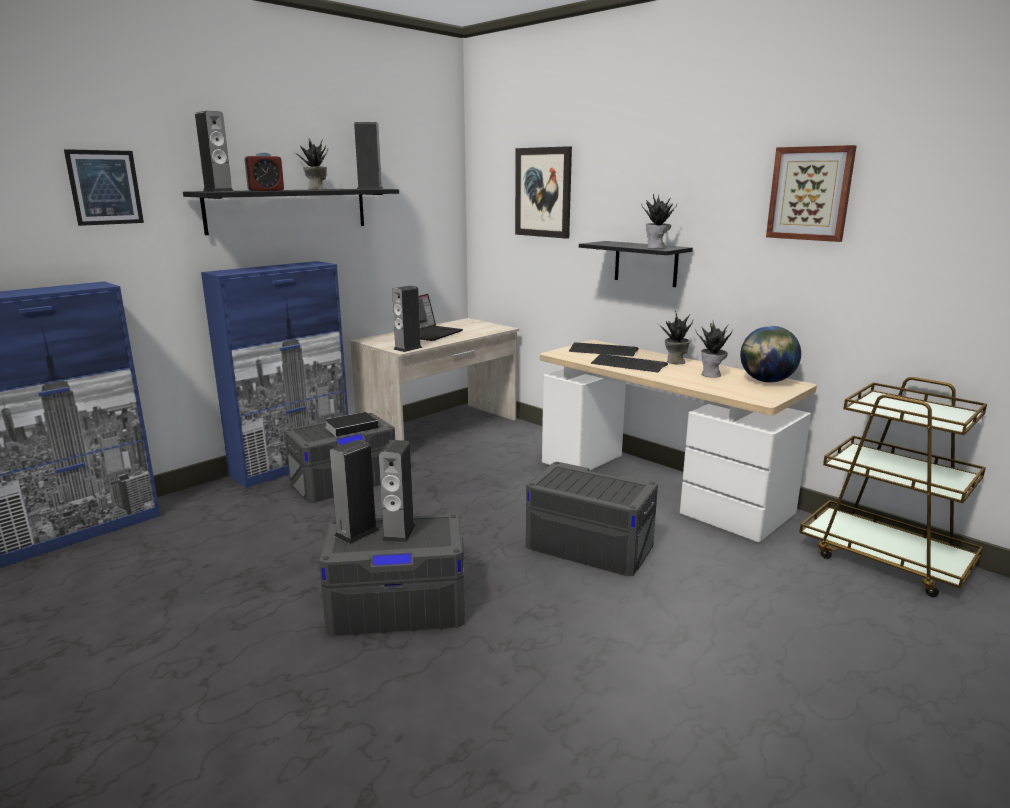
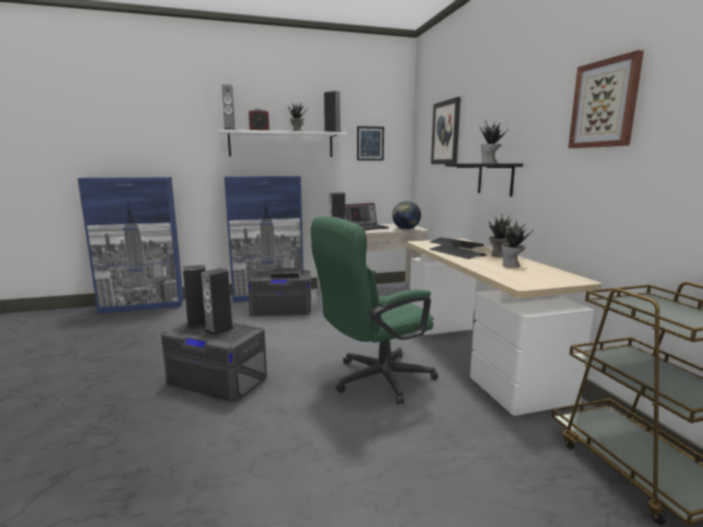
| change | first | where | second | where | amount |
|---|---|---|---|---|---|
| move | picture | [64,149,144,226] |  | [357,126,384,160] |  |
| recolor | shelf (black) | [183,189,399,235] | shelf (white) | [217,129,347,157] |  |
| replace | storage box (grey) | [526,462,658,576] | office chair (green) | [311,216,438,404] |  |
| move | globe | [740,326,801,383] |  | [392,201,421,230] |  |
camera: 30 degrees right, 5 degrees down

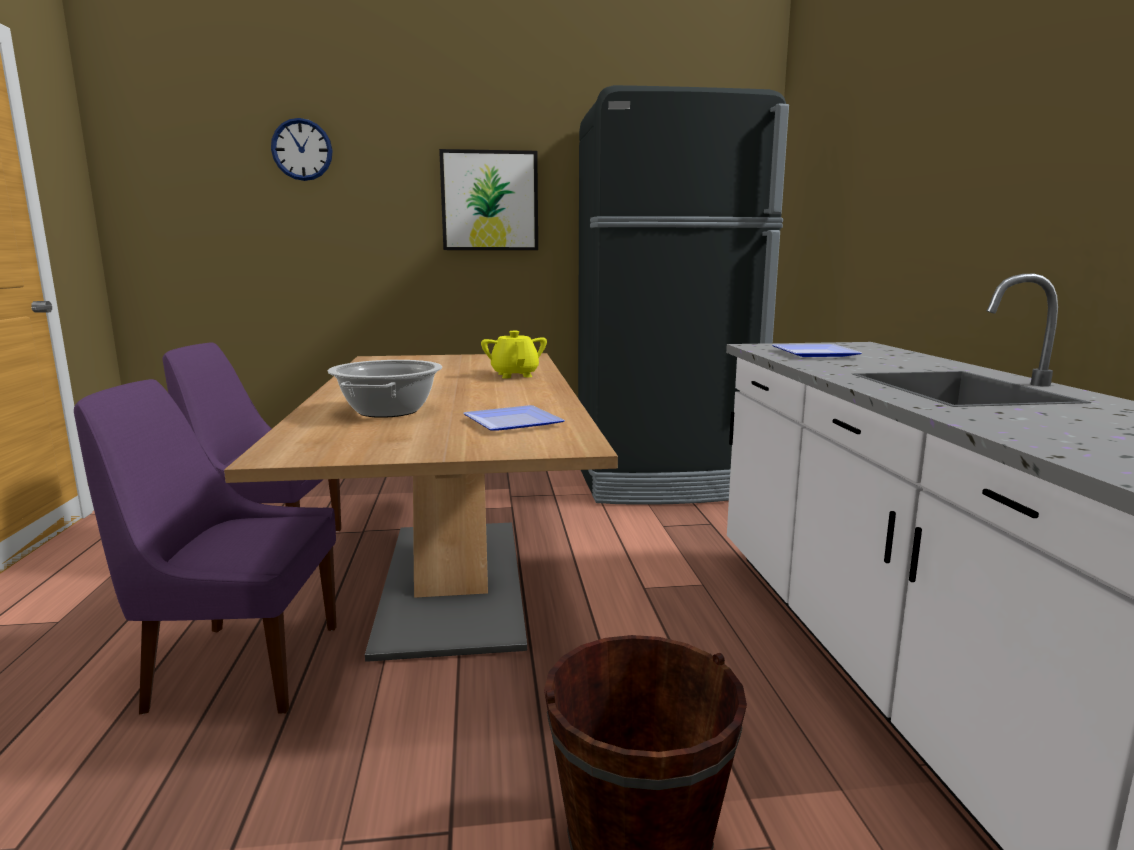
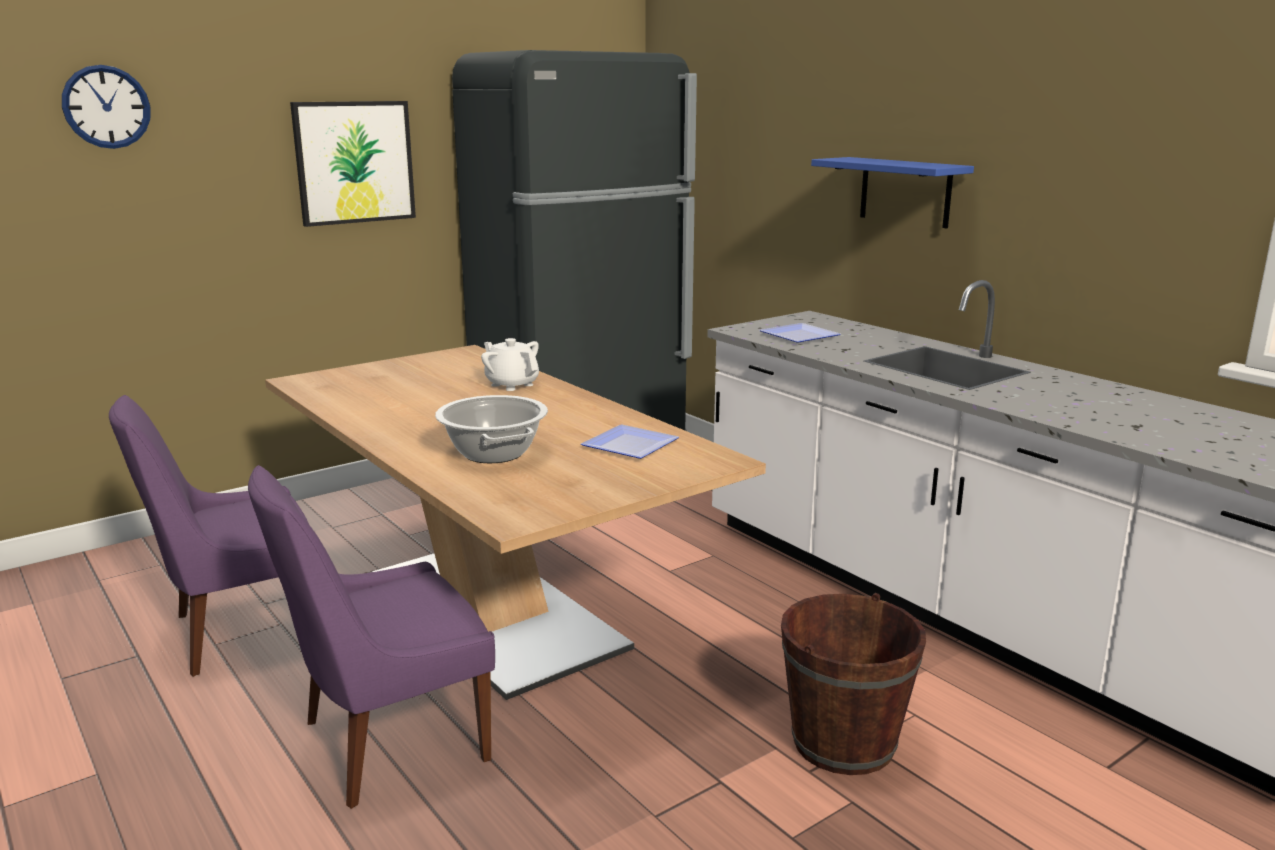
| change | first | where | second | where | amount |
|---|---|---|---|---|---|
| recolor | teapot (yellow) | [481,331,547,379] | teapot (white) | [481,338,539,391] |  |
| insert |  |  | shelf (blue) | [811,157,974,228] |  |
camera: 30 degrees left, 5 degrees up

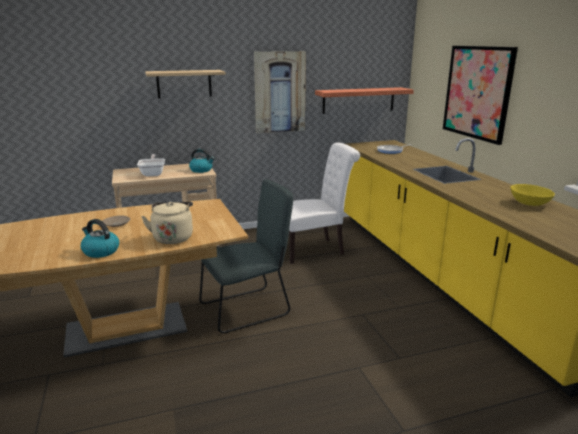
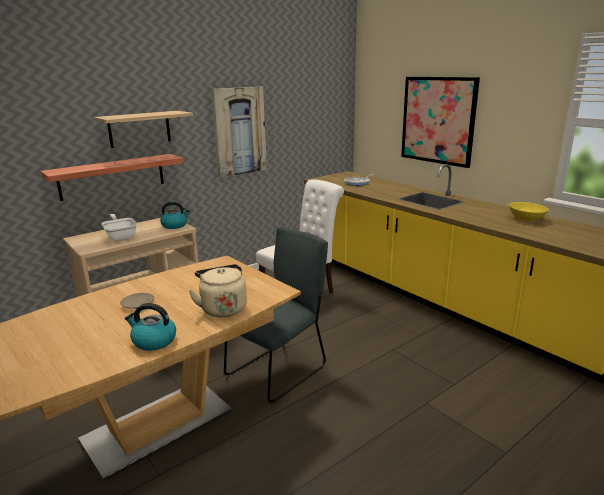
| change | first | where | second | where | amount |
|---|---|---|---|---|---|
| move | shelf | [315,87,414,114] |  | [40,154,183,201] |  |
camera: 20 degrees left, 0 degrees up

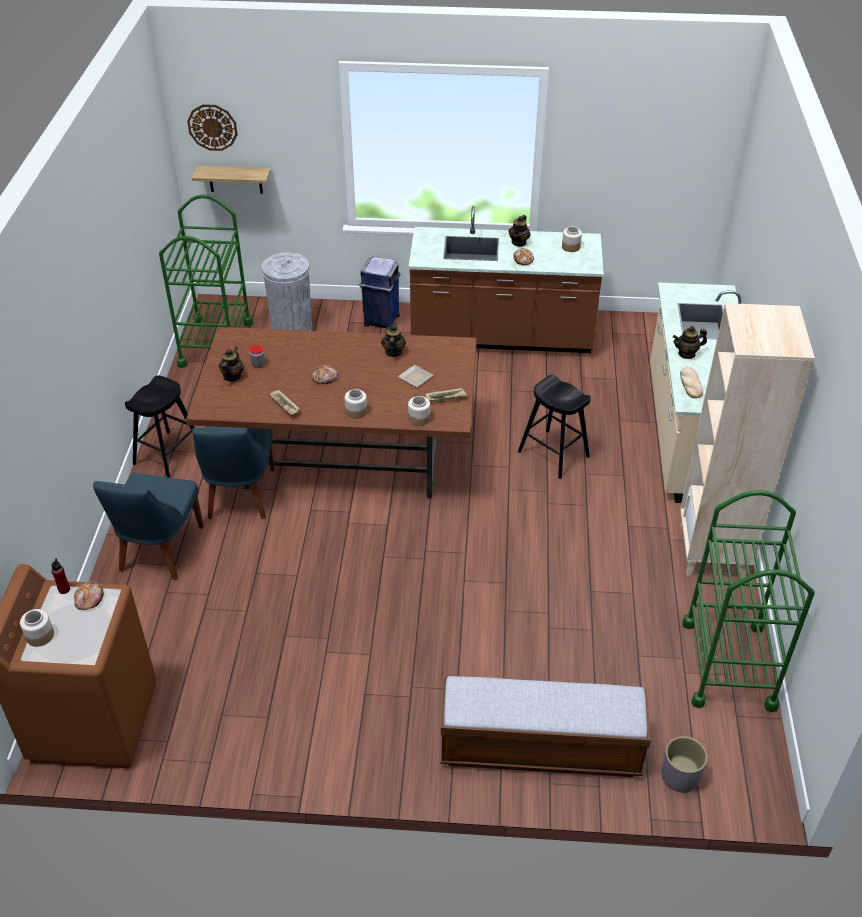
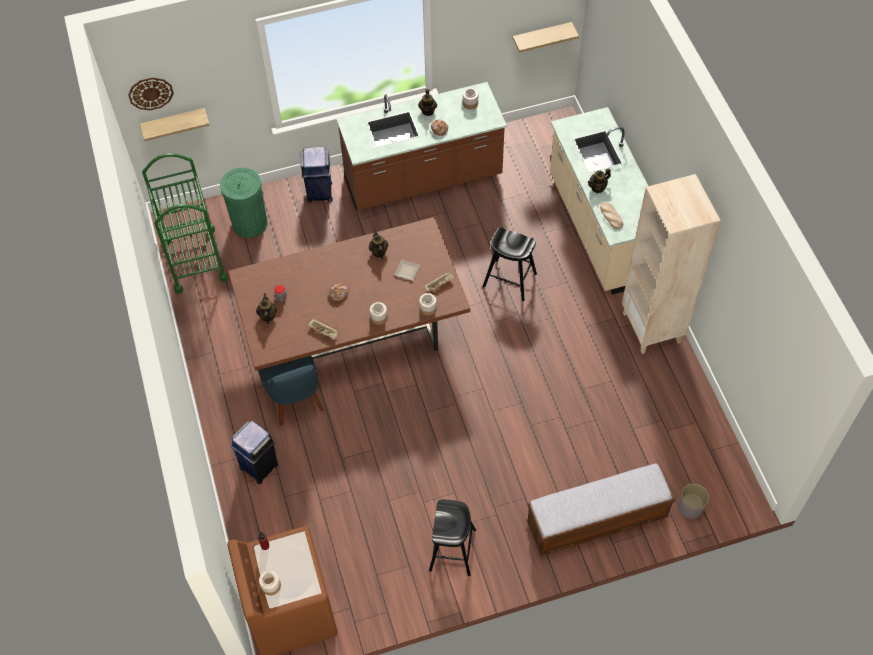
| change | first | where | second | where | amount |
|---|---|---|---|---|---|
| delete | bread | [74,581,104,610] |  |  |  |
| replace | chair (blue) | [93,473,204,580] | trash can (blue) | [231,421,278,484] |  |
| move | stool (black) | [125,376,195,478] |  | [429,499,476,576] |  |
| recolor | trash can (grey) | [262,252,312,331] | trash can (green) | [220,168,267,238] |  |
| delete | cart (green) | [682,490,814,712] |  |  |  |
| insert |  |  | shelf | [513,22,579,53] |  |
camera: 20 degrees left, 15 degrees up

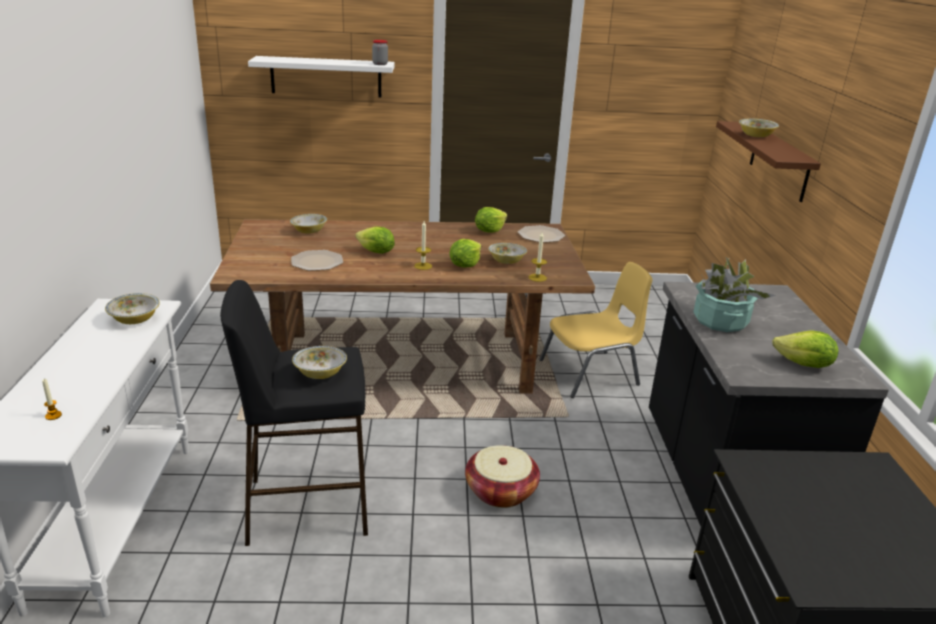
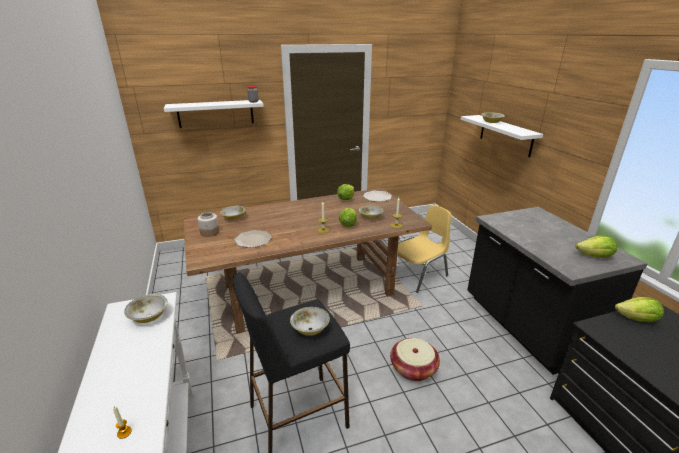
| change | first | where | second | where | amount |
|---|---|---|---|---|---|
| move | lettuce | [355,226,395,254] |  | [615,297,664,322] |  |
| delete | potted plant | [693,257,776,332] |  |  |  |
| recolor | shelf (brown) | [716,121,821,202] | shelf (white) | [460,115,543,158] |  |
| insert |  |  | jar | [198,212,219,237] |  |
camera: 15 degrees left, 0 degrees up

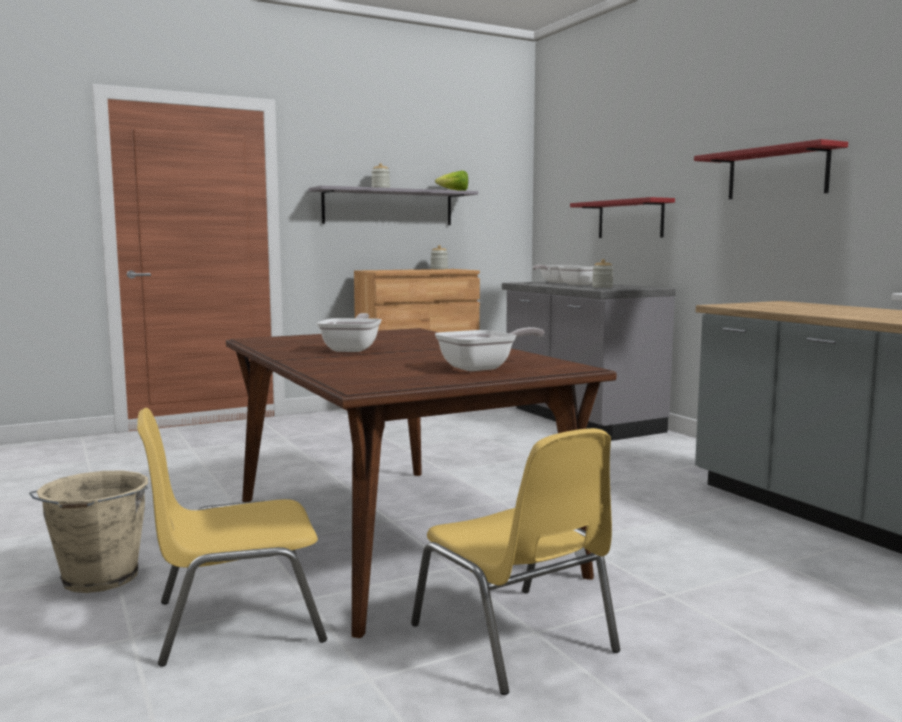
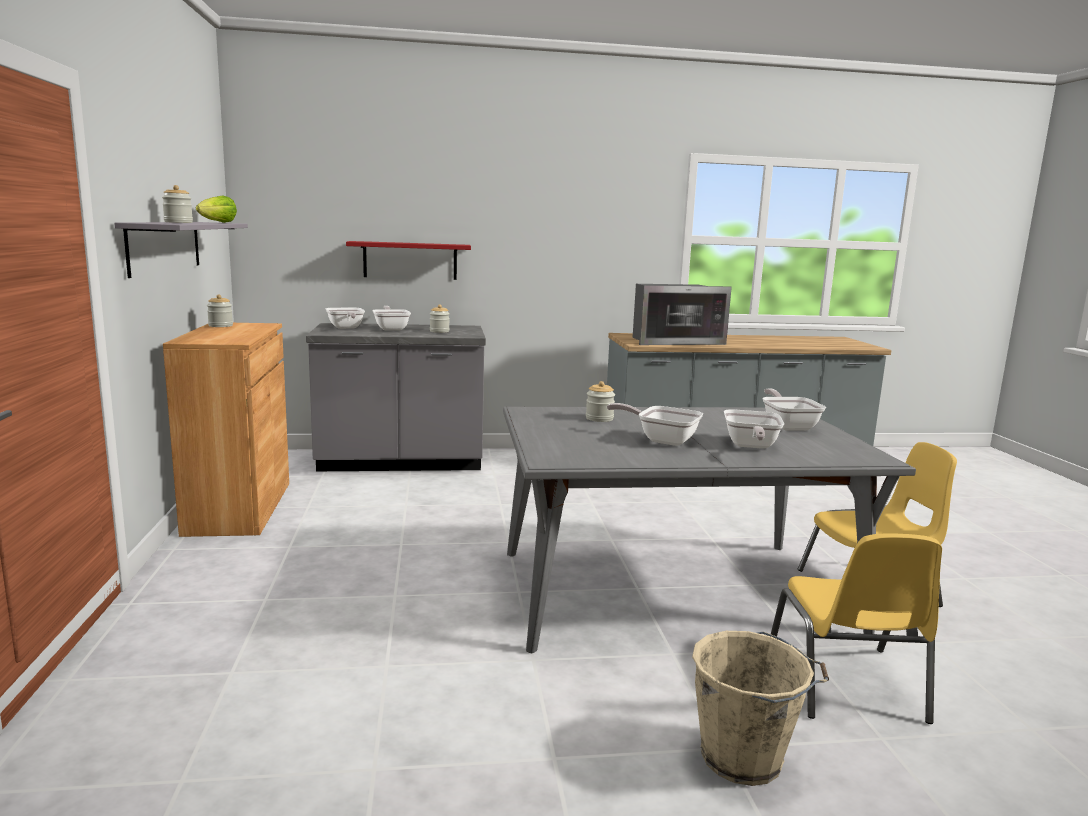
| change | first | where | second | where | amount |
|---|---|---|---|---|---|
| recolor | dining table (brown) | [226,328,616,638] | dining table (grey) | [503,407,916,653] |  |
| delete | shelf (red) | [694,139,848,199] |  |  |  |
| insert |  |  | jar | [586,381,615,422] |  |
| insert |  |  | microwave | [633,284,732,345] |  |
| insert |  |  | frying pan | [724,409,784,449] |  |
camera: 70 degrees left, 5 degrees up

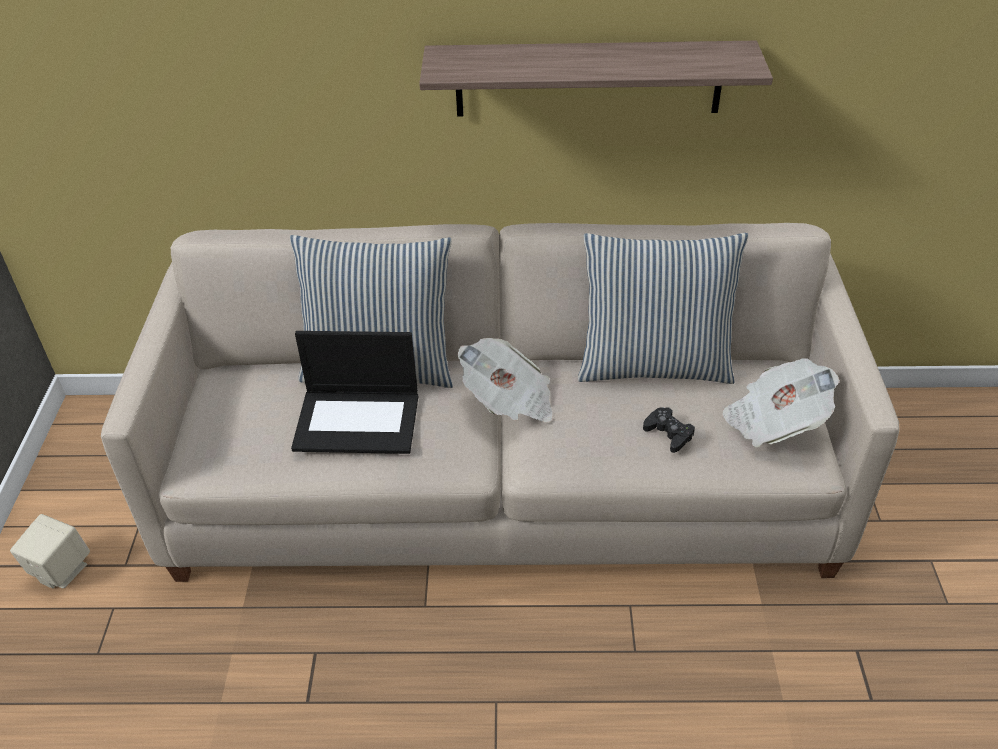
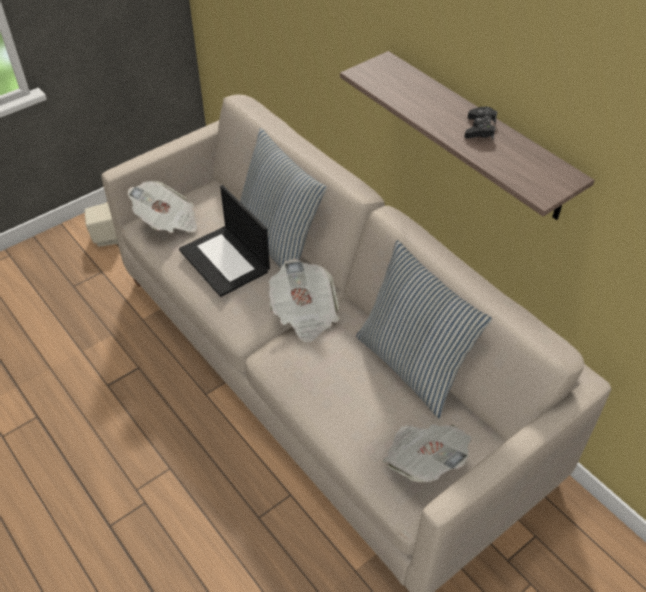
| change | first | where | second | where | amount |
|---|---|---|---|---|---|
| move | game controller (black) | [643,407,695,453] |  | [464,107,497,139] |  |
| insert |  |  | newspaper | [128,181,197,233] |  |
camera: 50 degrees right, 5 degrees up

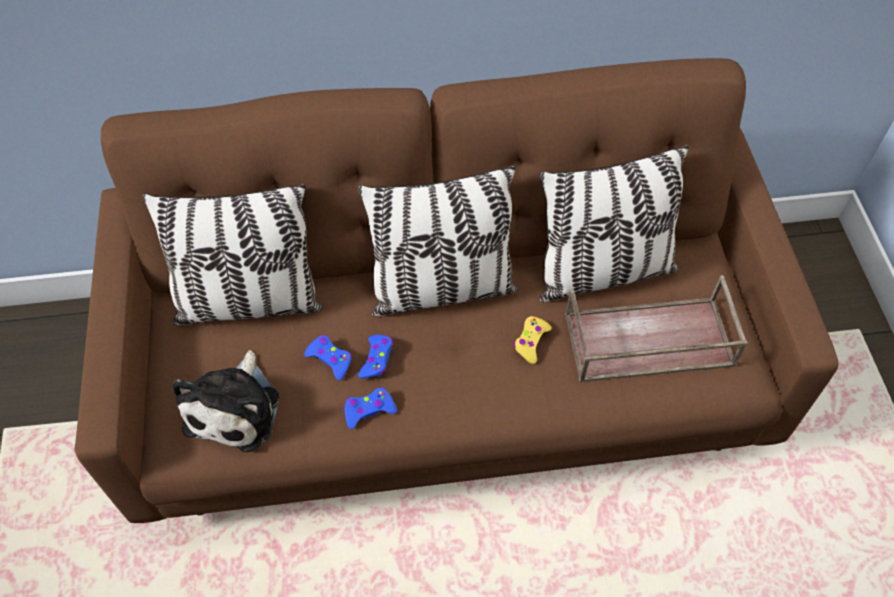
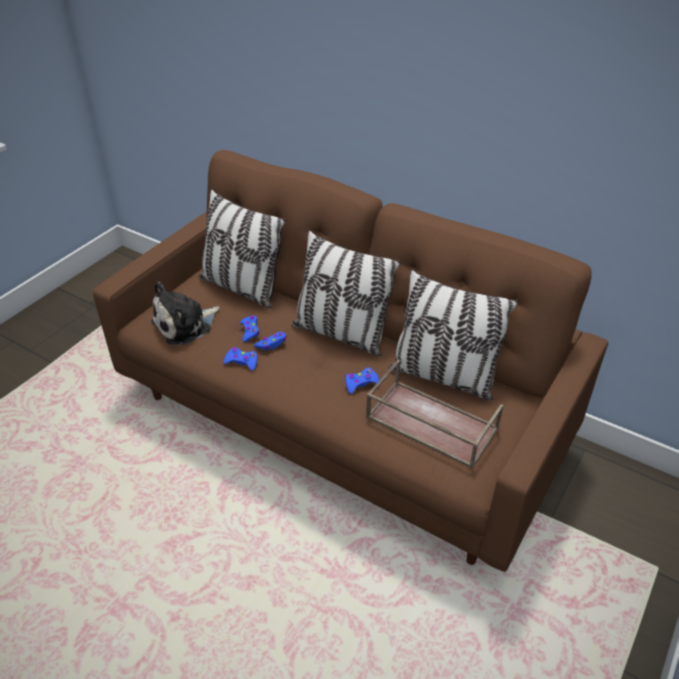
| change | first | where | second | where | amount |
|---|---|---|---|---|---|
| recolor | game controller (yellow) | [514,316,552,364] | game controller (blue) | [345,368,380,394] |  |
camera: 40 degrees right, 15 degrees down

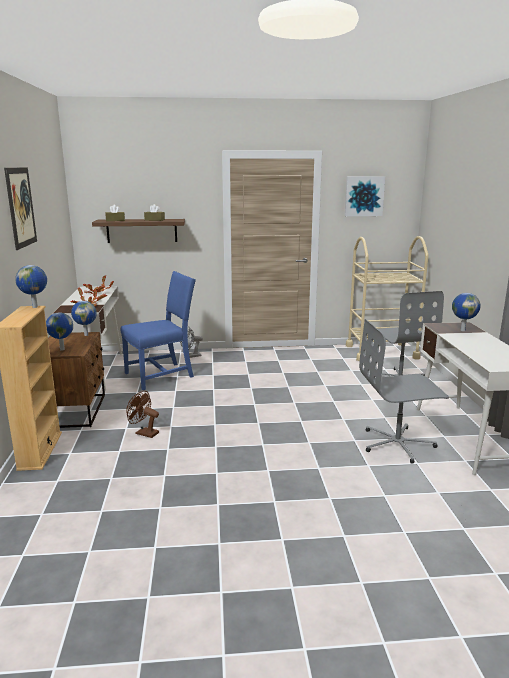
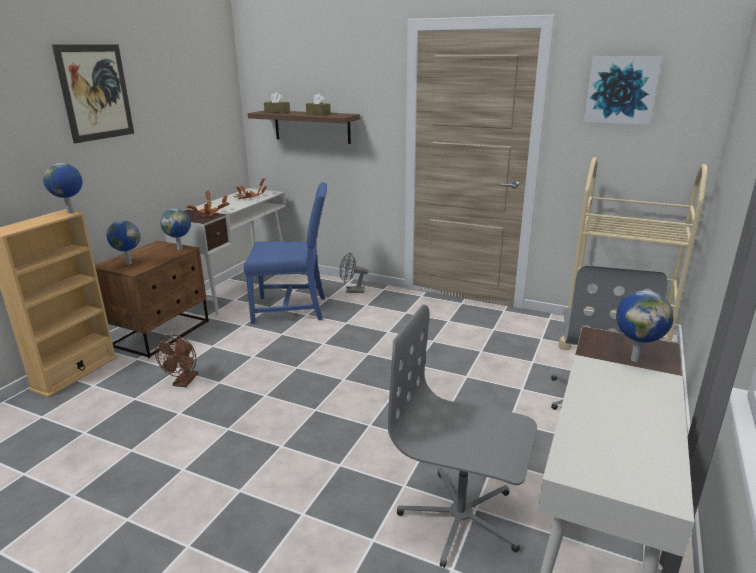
| change | first | where | second | where | amount |
|---|---|---|---|---|---|
| rotate | fan (brown) | [126,391,159,438] |  | [155,335,198,387] | 135 degrees counterclockwise |
camera: 30 degrees right, 5 degrees up

